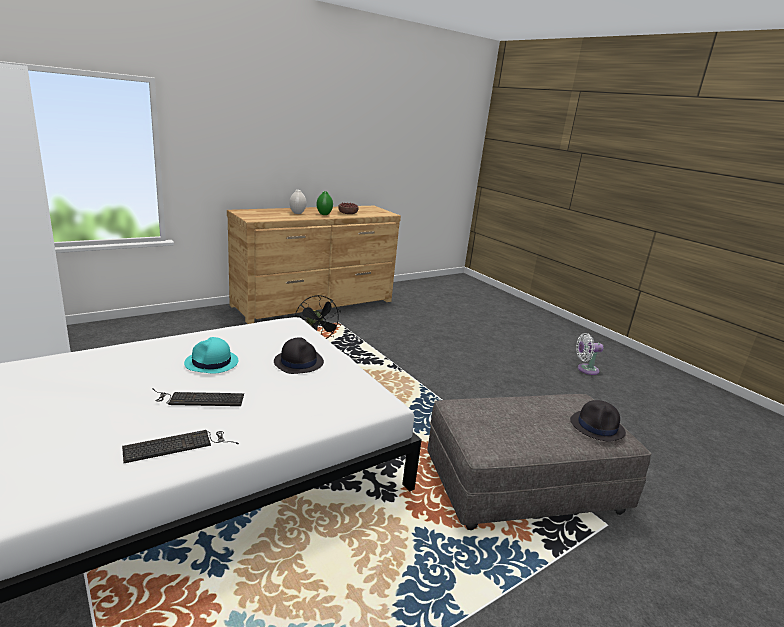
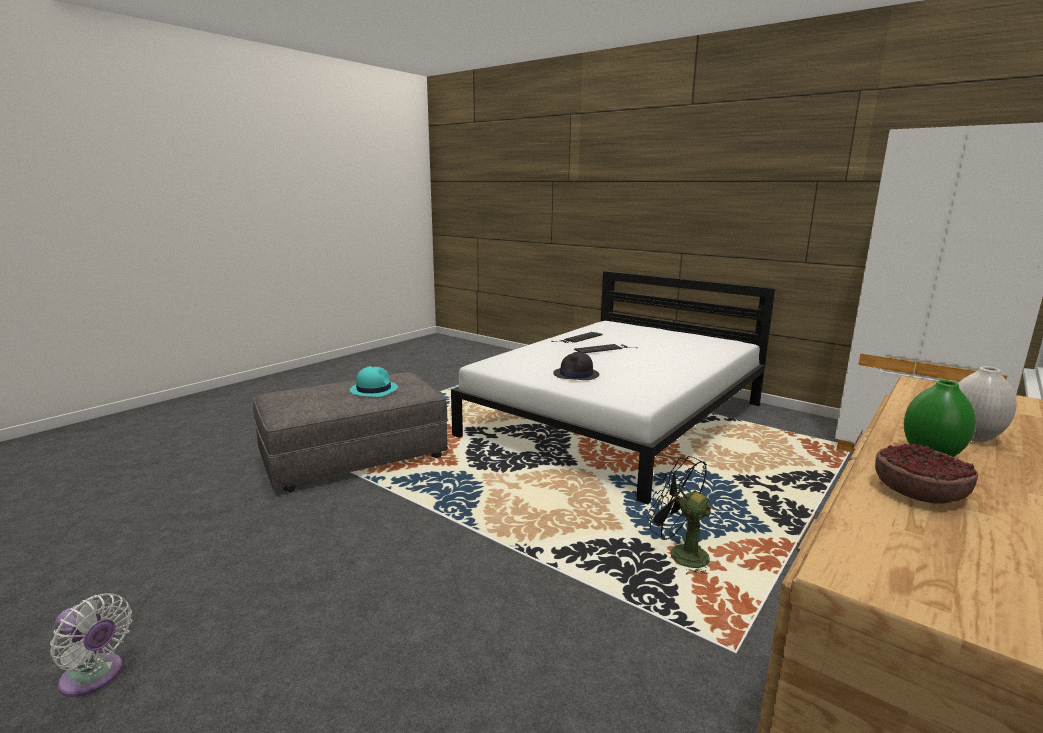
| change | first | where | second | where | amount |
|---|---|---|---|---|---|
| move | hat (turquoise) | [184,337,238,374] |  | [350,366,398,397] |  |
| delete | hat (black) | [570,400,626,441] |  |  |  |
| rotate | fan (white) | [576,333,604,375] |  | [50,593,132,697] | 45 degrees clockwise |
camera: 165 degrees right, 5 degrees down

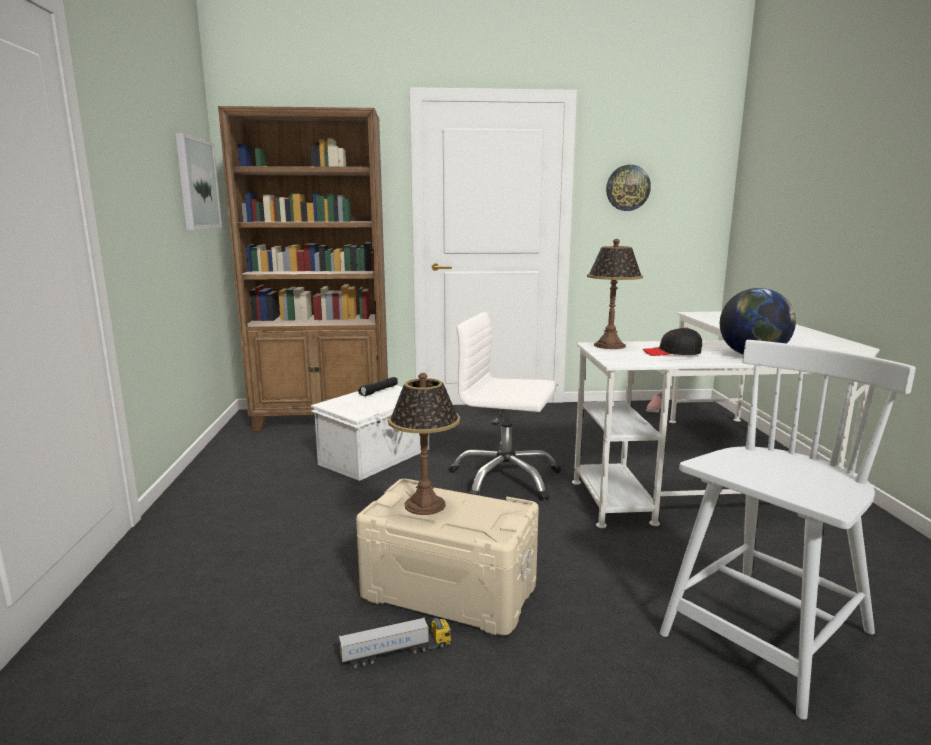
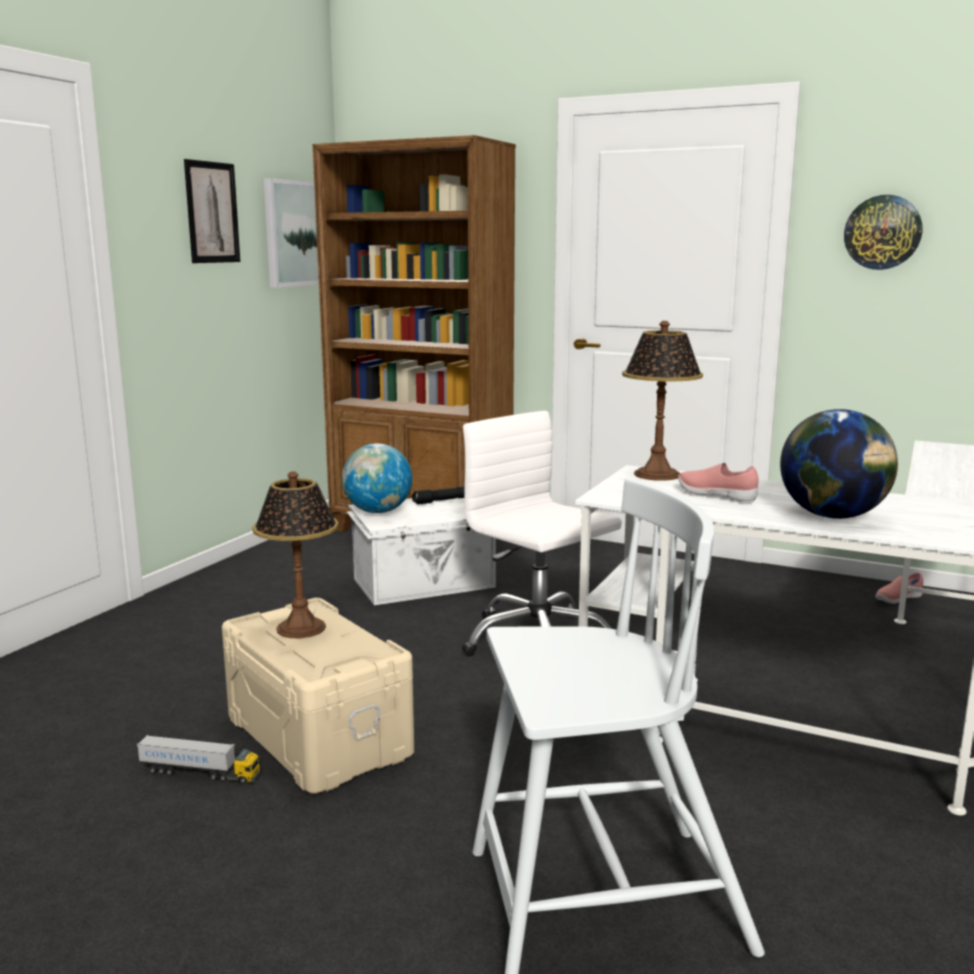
| change | first | where | second | where | amount |
|---|---|---|---|---|---|
| replace | cap (black) | [643,327,702,356] | shoe (pink) | [678,463,759,501] |  |
| insert |  |  | picture | [184,159,240,263] |  |
| insert |  |  | globe | [342,443,412,513] |  |
camera: 30 degrees right, 0 degrees up

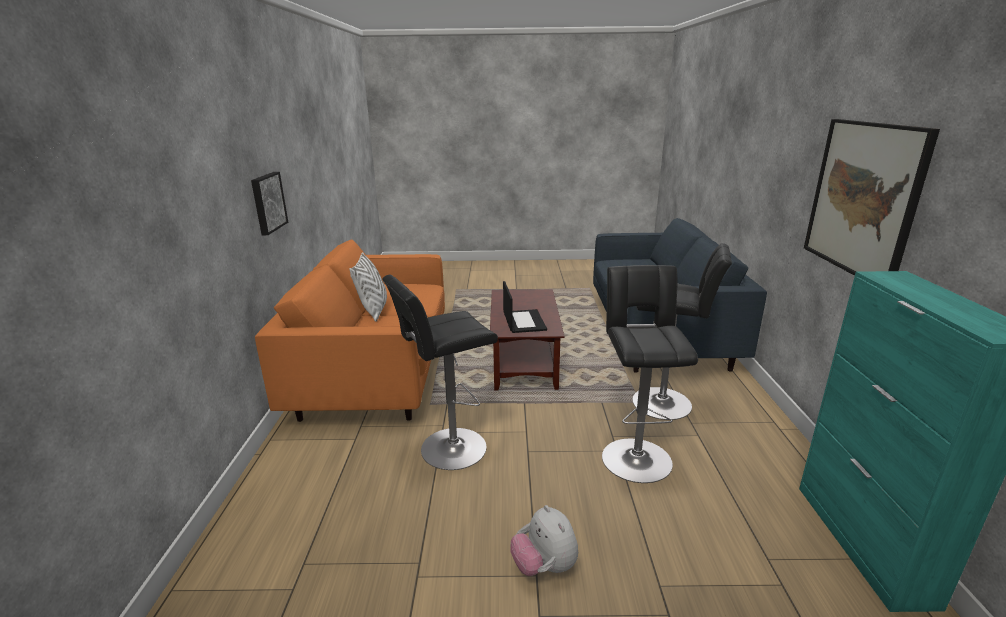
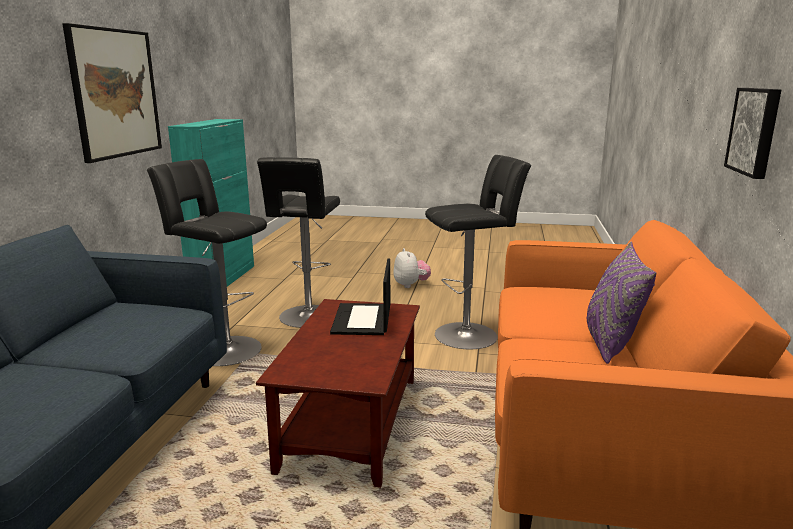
| change | first | where | second | where | amount |
|---|---|---|---|---|---|
| recolor | pillow (white) | [349,252,387,322] | pillow (purple) | [587,242,656,364] |  |
camera: 170 degrees left, 5 degrees down

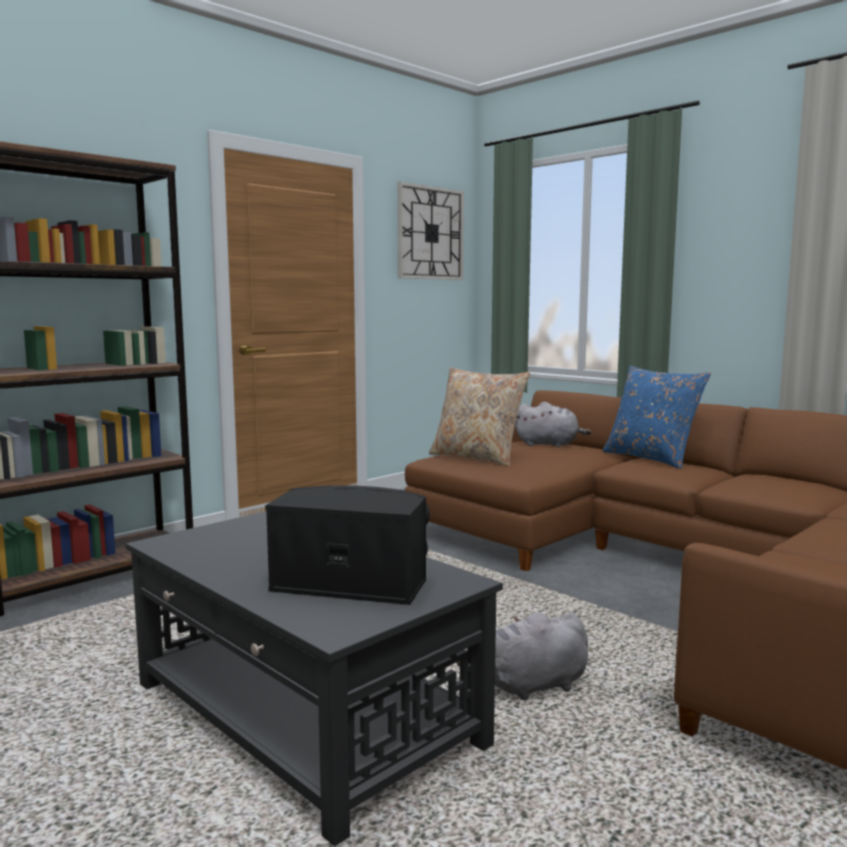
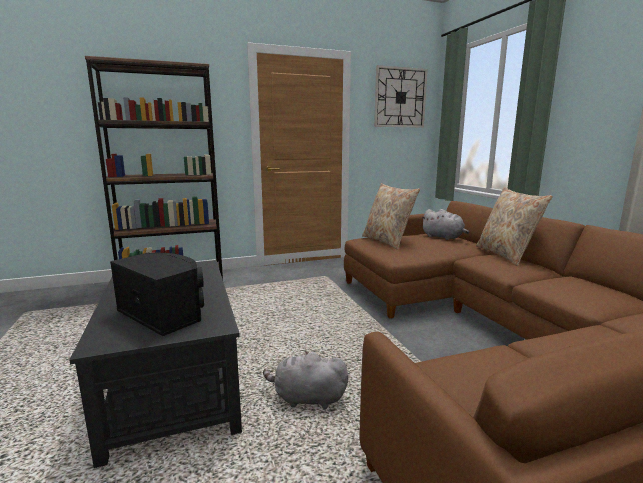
| change | first | where | second | where | amount |
|---|---|---|---|---|---|
| recolor | pillow (blue) | [603,366,711,469] | pillow (beige) | [476,187,553,266] |  |
camera: 25 degrees right, 5 degrees up

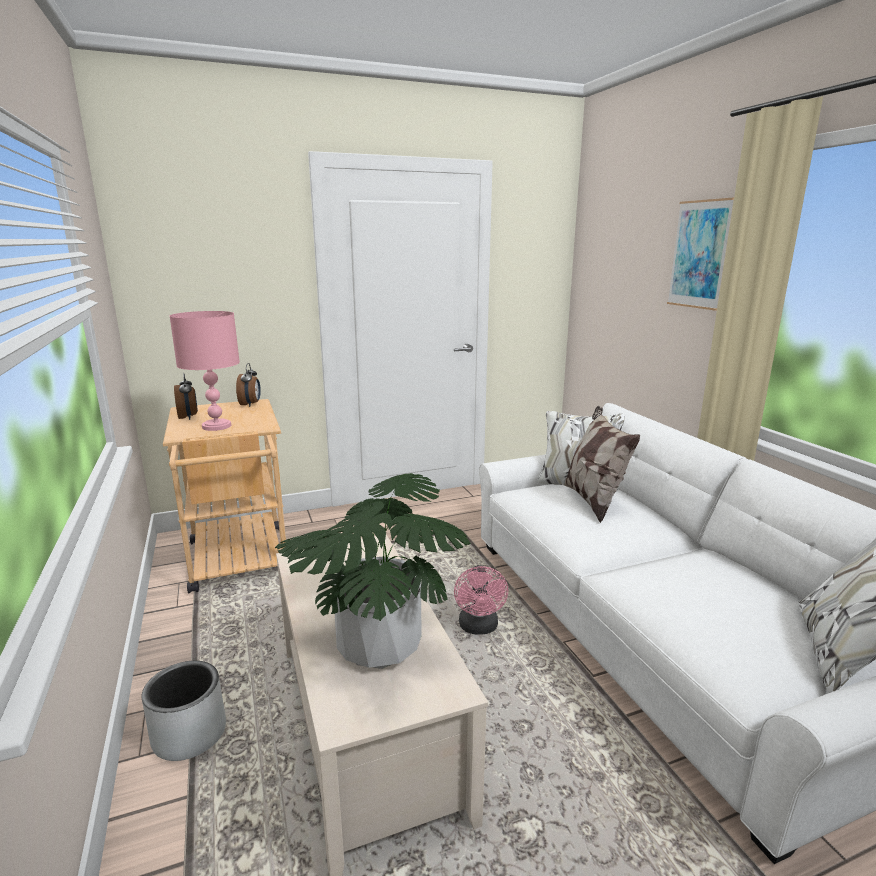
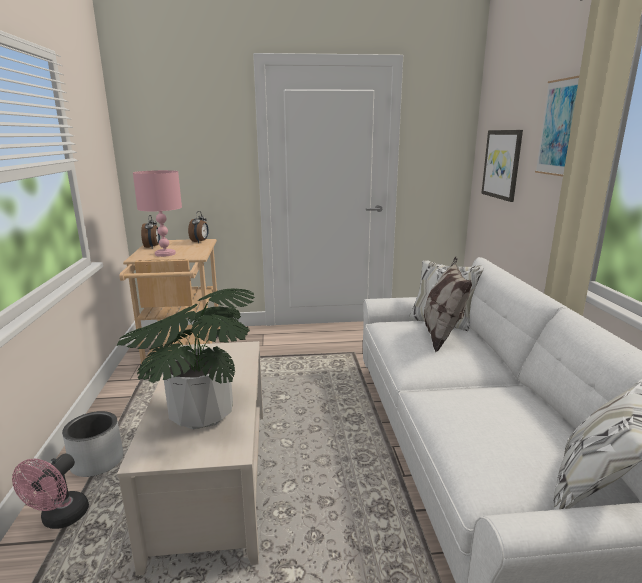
| change | first | where | second | where | amount |
|---|---|---|---|---|---|
| move | fan (pink) | [454,565,508,635] |  | [12,454,89,529] |  |
| insert |  |  | picture | [481,130,523,202] |  |
camera: 15 degrees right, 0 degrees up

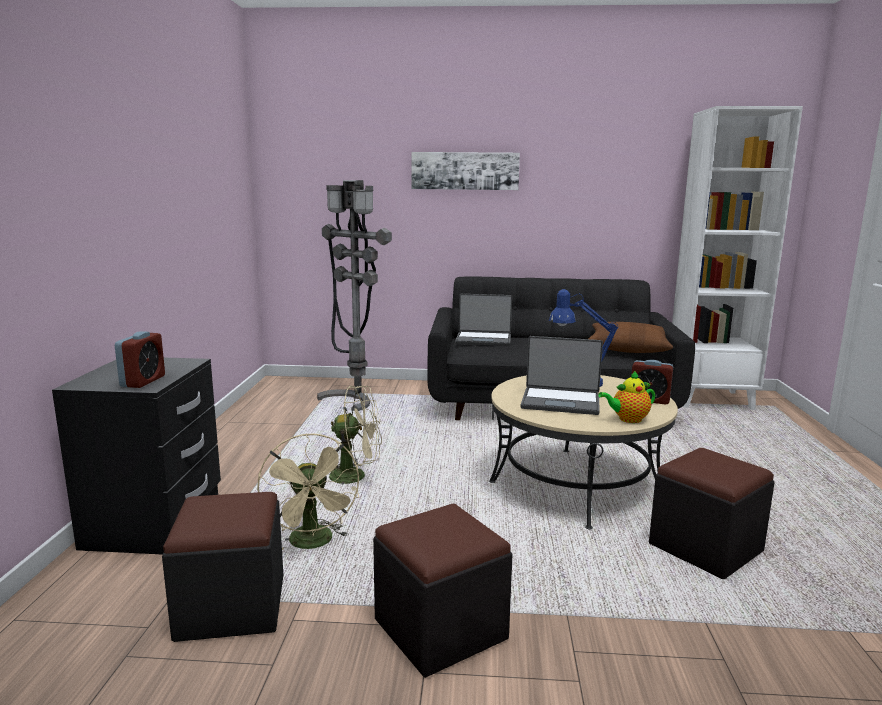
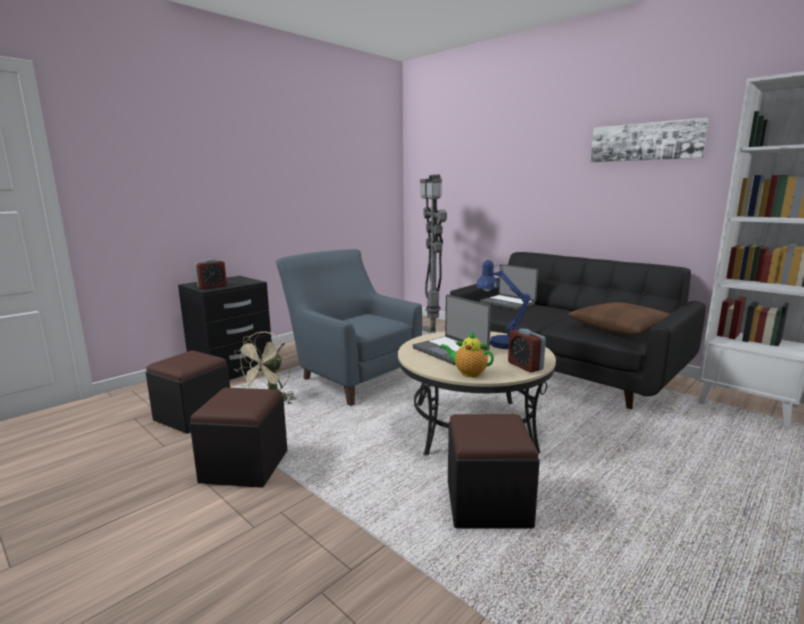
| change | first | where | second | where | amount |
|---|---|---|---|---|---|
| replace | fan (beige) | [329,385,382,491] | armchair (blue) | [276,249,422,406] |  |
| move | picture | [411,152,520,190] |  | [591,117,709,162] |  |
camera: 40 degrees right, 0 degrees up

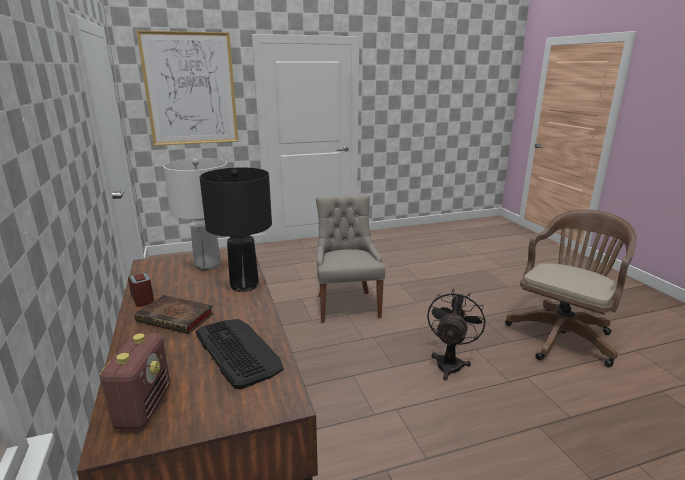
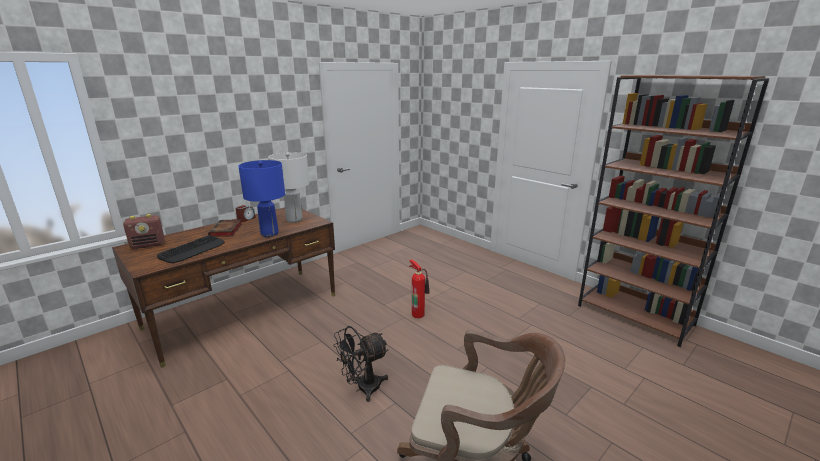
| change | first | where | second | where | amount |
|---|---|---|---|---|---|
| delete | picture | [136,30,239,146] |  |  |  |
| recolor | table lamp (black) | [200,167,272,292] | table lamp (blue) | [238,160,285,237] |  |
| replace | chair (grey) | [316,195,385,323] | fire extinguisher | [409,260,430,318] |  |
| rotate | fan (black) | [427,289,486,381] |  | [333,326,389,402] | 150 degrees clockwise |
| insert |  |  | bookcase (brown) | [578,75,769,347] |  |
camera: 65 degrees right, 0 degrees up

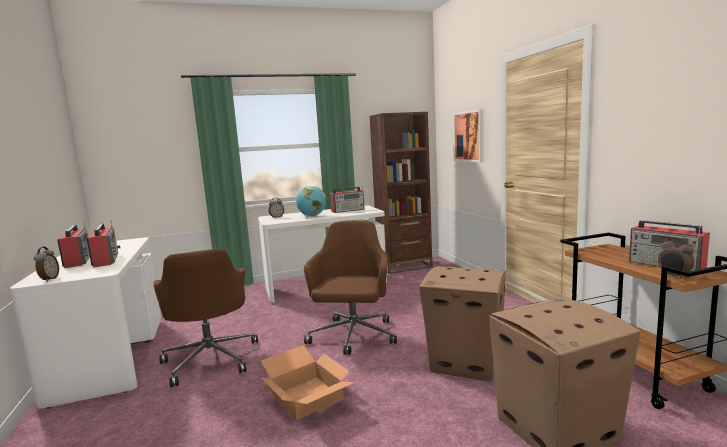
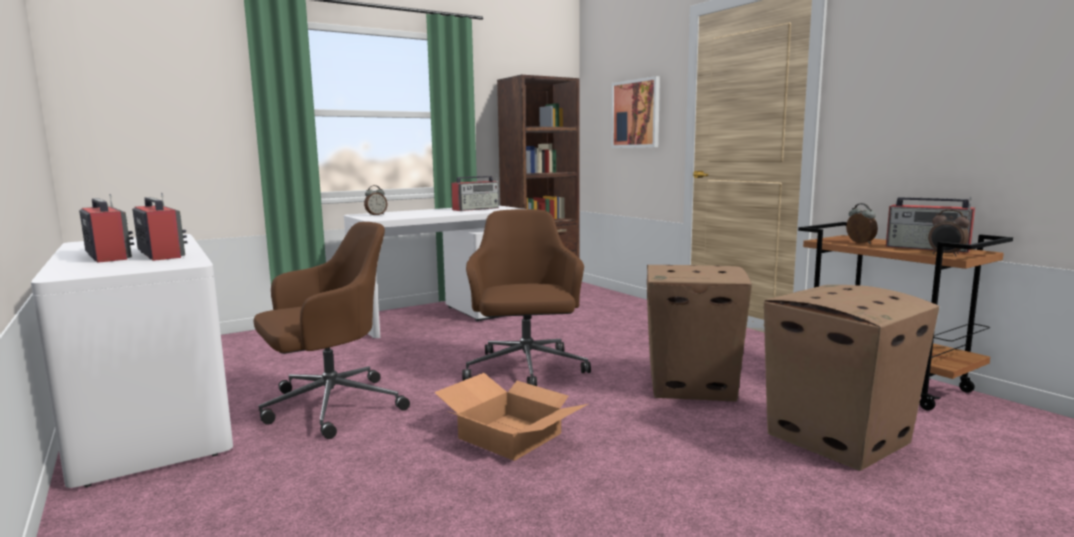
| change | first | where | second | where | amount |
|---|---|---|---|---|---|
| move | alarm clock | [34,246,59,282] |  | [846,203,878,244] |  |
| rotate | office chair (brown) | [153,248,258,387] |  | [254,222,410,439] | 90 degrees counterclockwise |
| delete | globe | [296,186,326,216] |  |  |  |
camera: 15 degrees left, 0 degrees up

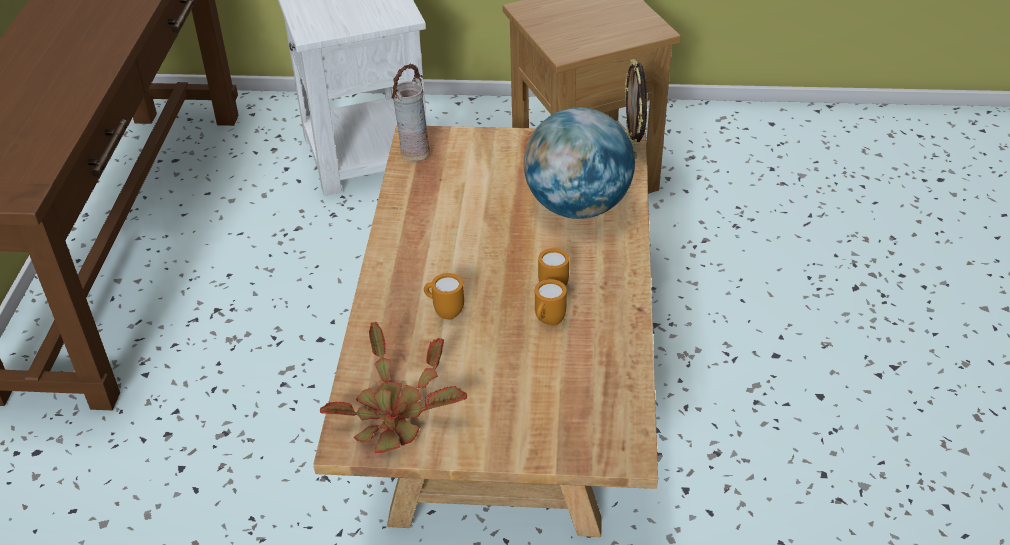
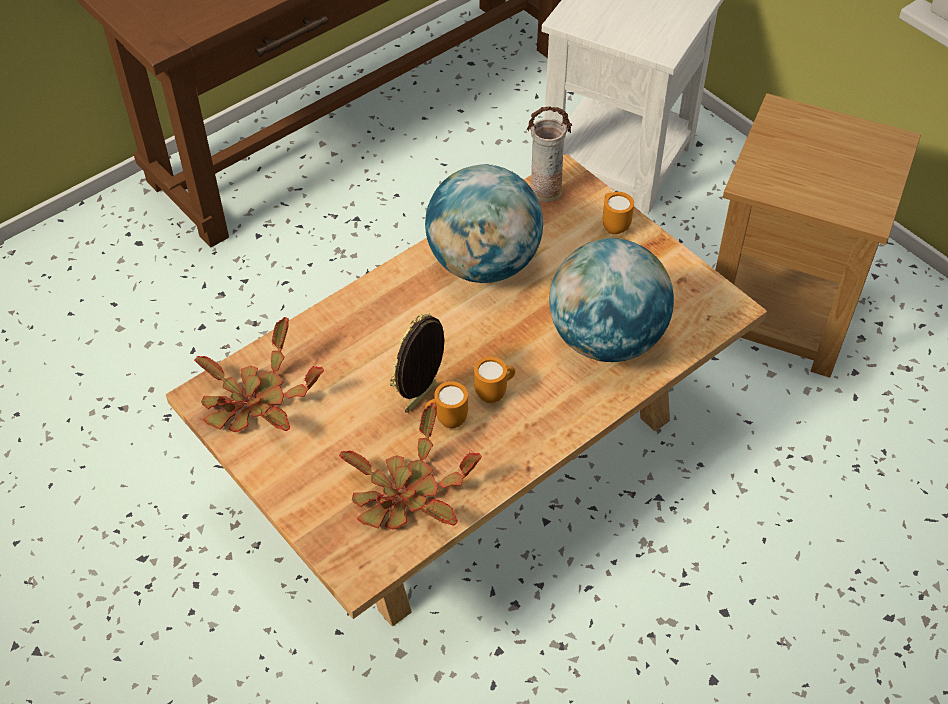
| change | first | where | second | where | amount |
|---|---|---|---|---|---|
| move | mug (orange) | [424,273,464,319] |  | [603,192,634,234] |  |
| move | picture frame | [625,59,647,159] |  | [390,312,445,413] |  |
| insert |  |  | potted plant | [339,403,482,530] |  |
| insert |  |  | globe | [425,165,543,283] |  |
camera: 45 degrees right, 10 degrees up

